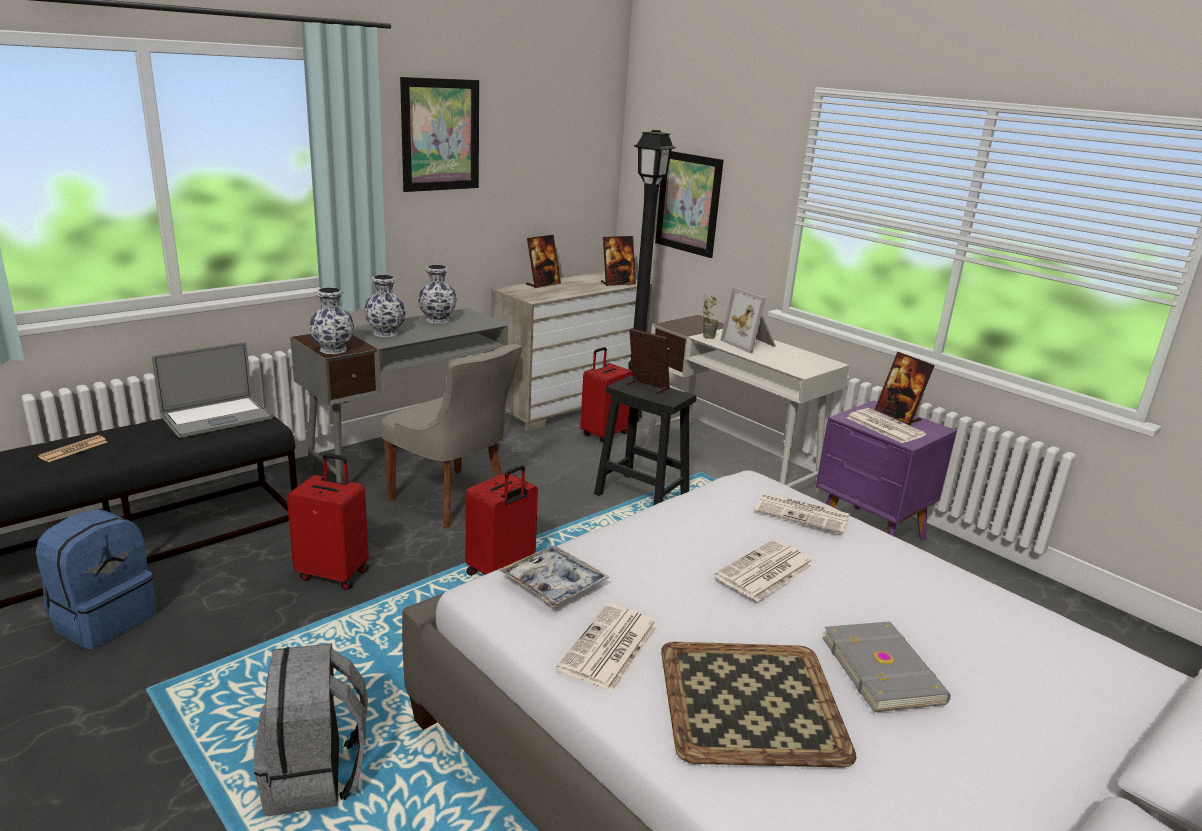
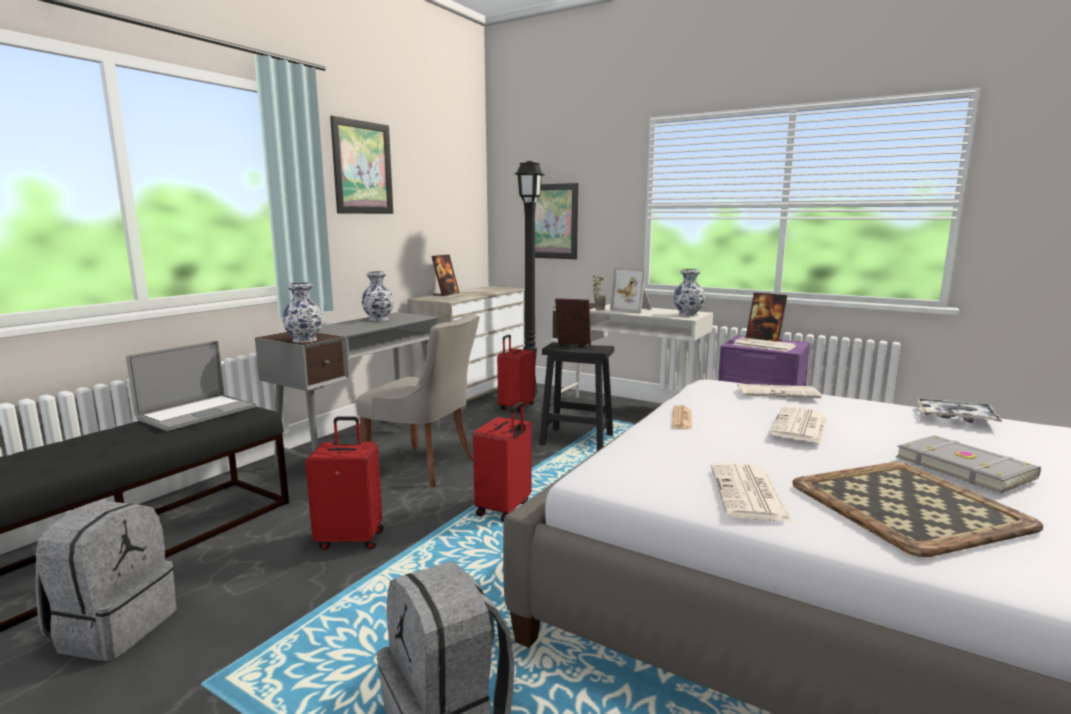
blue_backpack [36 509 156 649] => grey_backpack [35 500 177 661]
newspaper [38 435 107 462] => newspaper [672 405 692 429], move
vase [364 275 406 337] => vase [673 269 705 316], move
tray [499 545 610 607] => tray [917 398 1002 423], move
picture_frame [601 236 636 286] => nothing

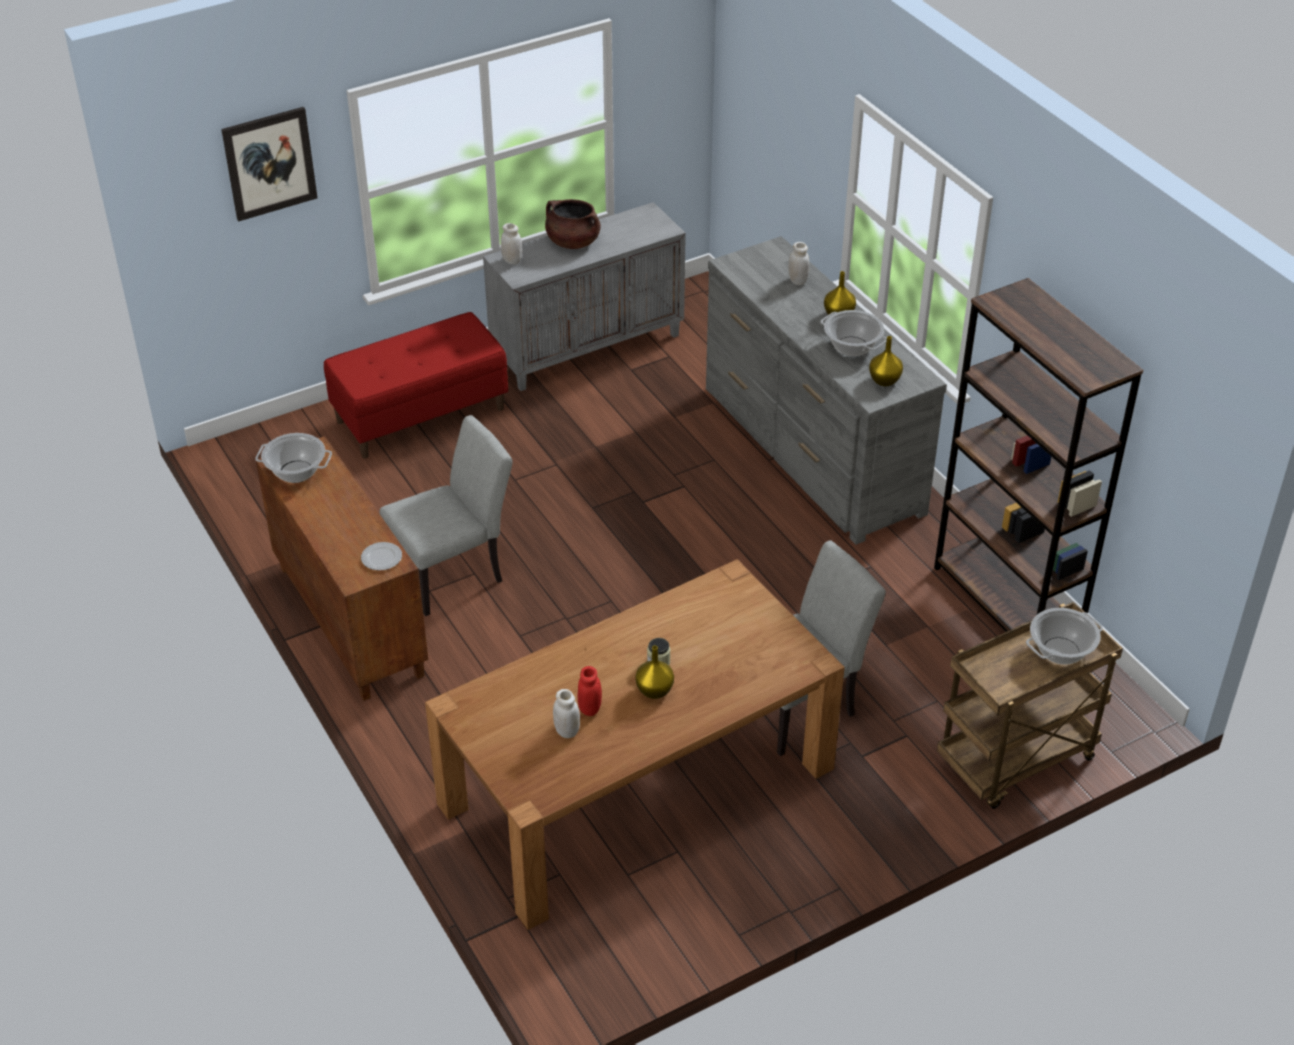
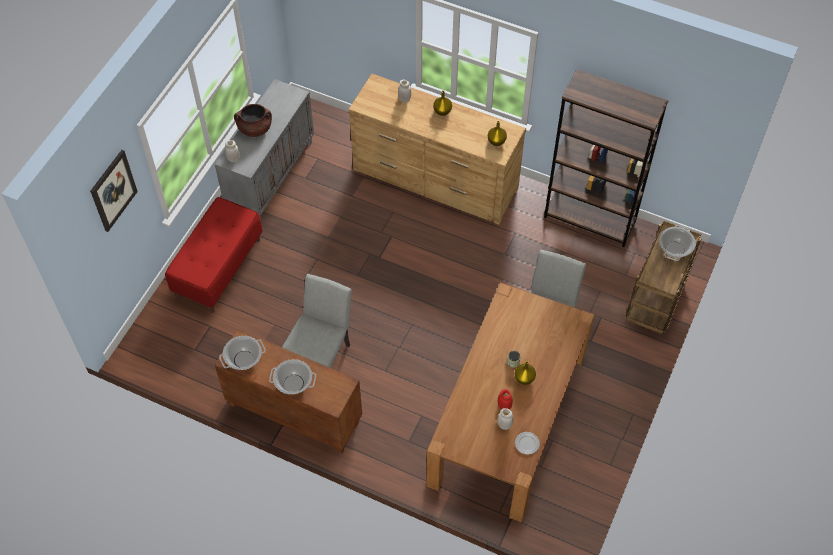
cooking_pot [820 310 887 356] => cooking_pot [269 359 316 394], move
grey_dresser [706 236 947 545] => brown_dresser [348 74 526 225]
plate [361 542 402 570] => plate [515 432 540 455], move

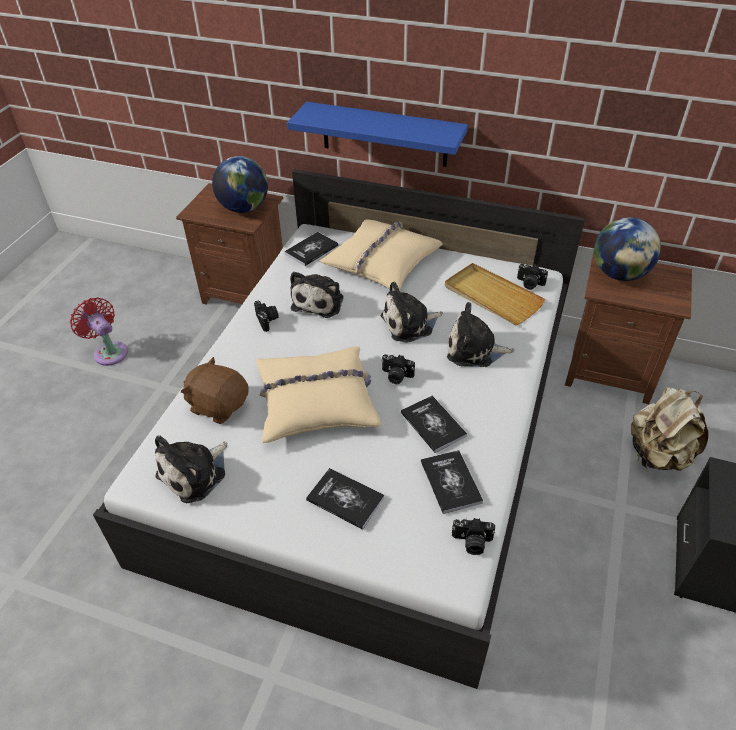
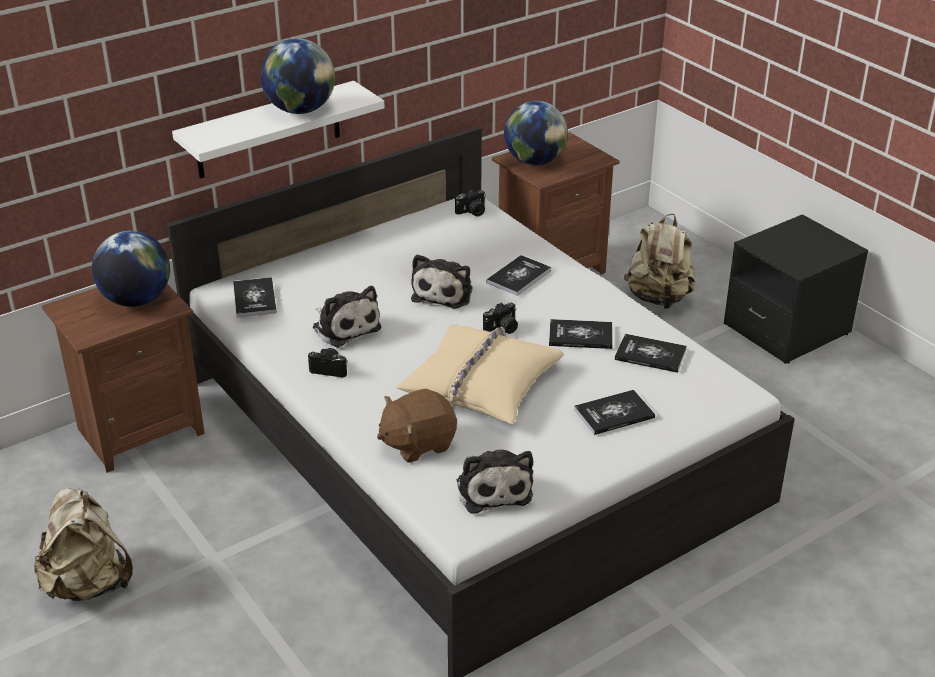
red_fan [70 297 128 366] => beige_backpack [34 488 133 601]
blue_shelf [287 102 468 167] => white_shelf [172 81 385 179]
nothing => globe [260 38 335 114]
plush_toy [447 302 515 367] => book [486 255 551 296]
beige_pillow [319 220 443 291] => nothing
beige_tray [445 263 546 325] => nothing
photo_camera [452 517 495 555] => nothing

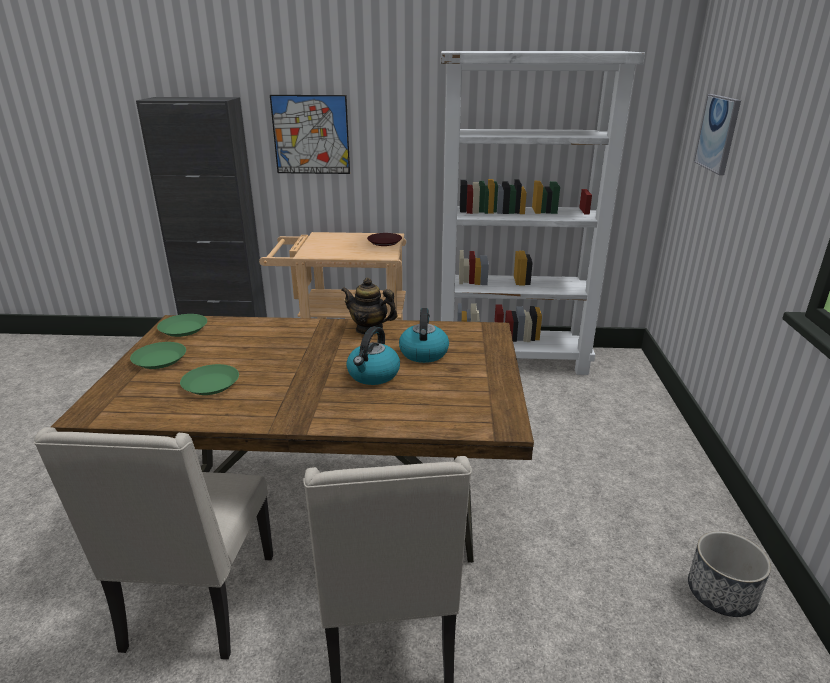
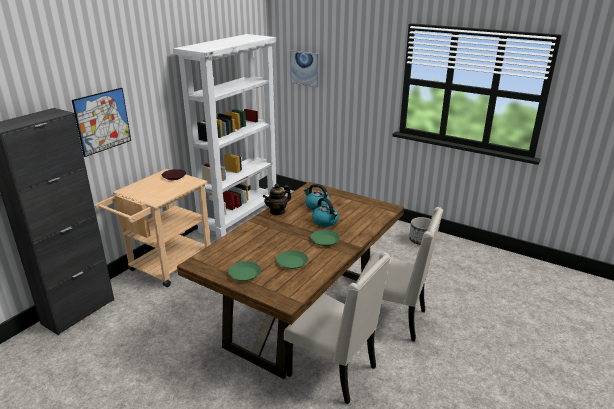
green_plate [157 314 207 337] => green_plate [310 230 340 246], move

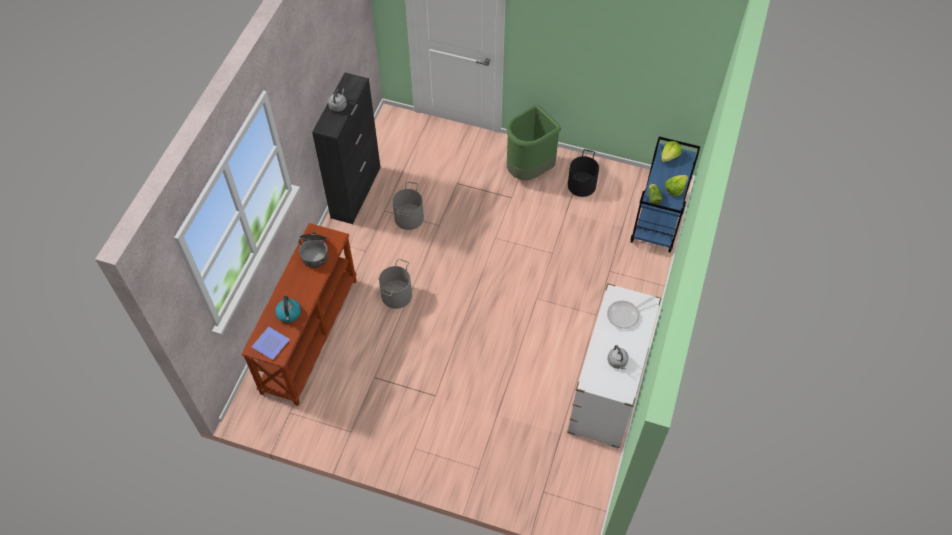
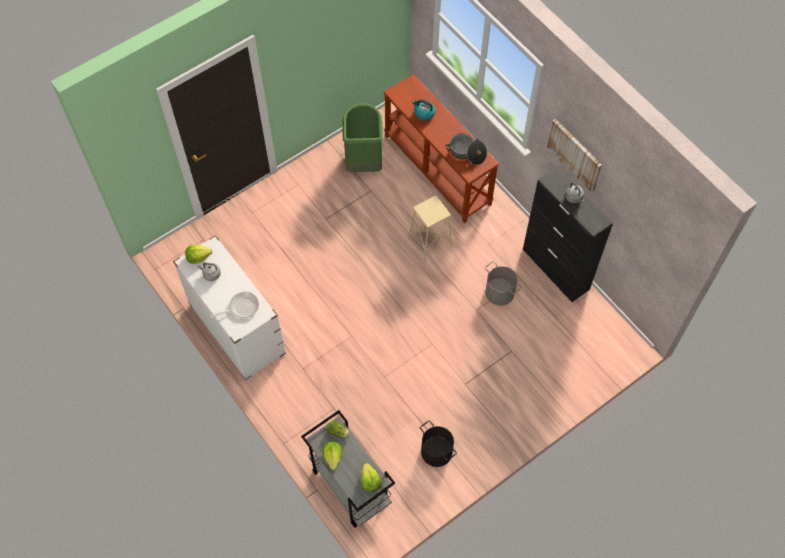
nothing => lettuce [185 245 212 264]
frying_pan [607 296 656 329] => frying_pan [210 292 259 318], 60 degrees clockwise
blue_cart [630 137 700 253] => grey_cart [301 410 395 528]
green_trash_can [506 105 561 180] => green_trash_can [342 103 383 172], move
grey_bucket [379 258 412 309] => beige_stool [408 195 452 262]
nothing => picture [547 119 602 192]
plate [252 327 290 360] => nothing

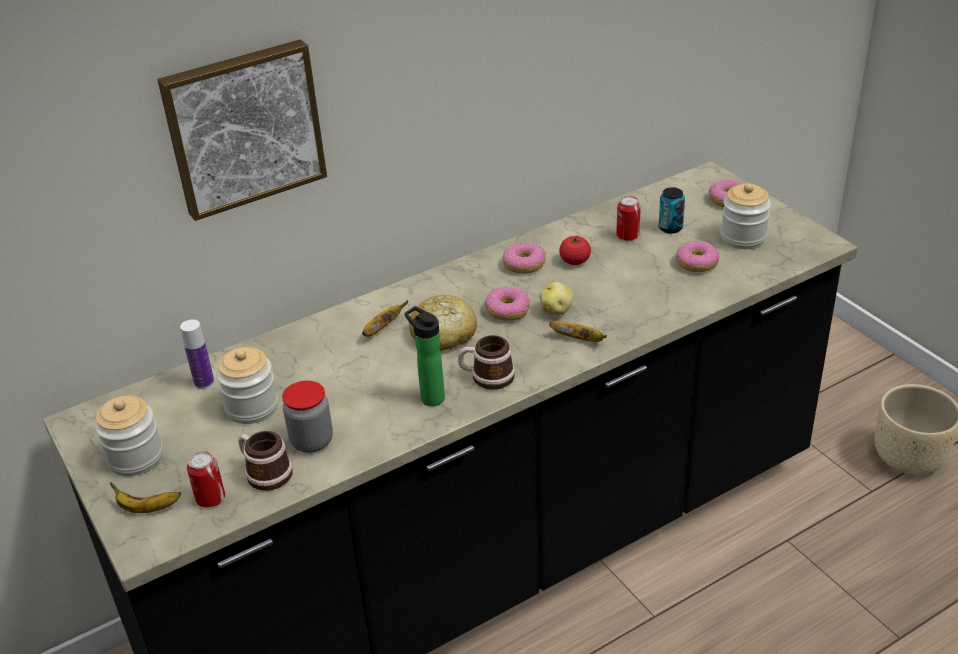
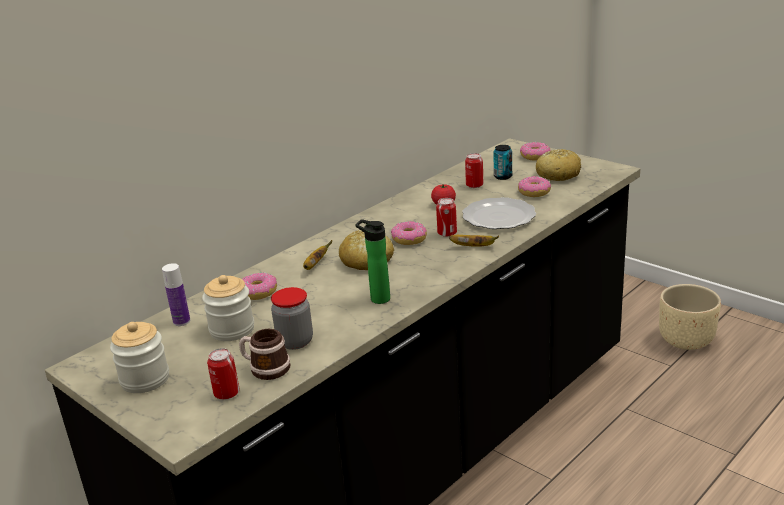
donut [503 242 546 274] => donut [242 272 277 300], move
potato [540 282 574 316] => can [436 198 457 237]
nothing => plate [462 197 536 229]
jar [720 183 771 249] => bread [536 149 581 181]
banana [110 483 181 513] => nothing
picture [157 39 327 221] => nothing
mug [458 335 515 390] => nothing

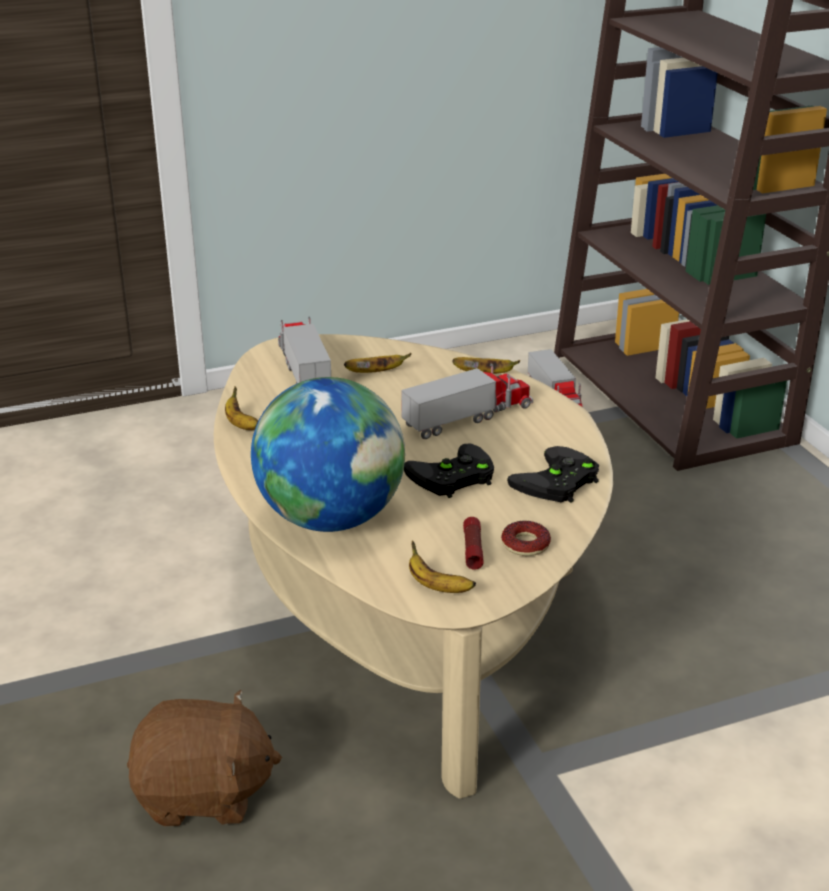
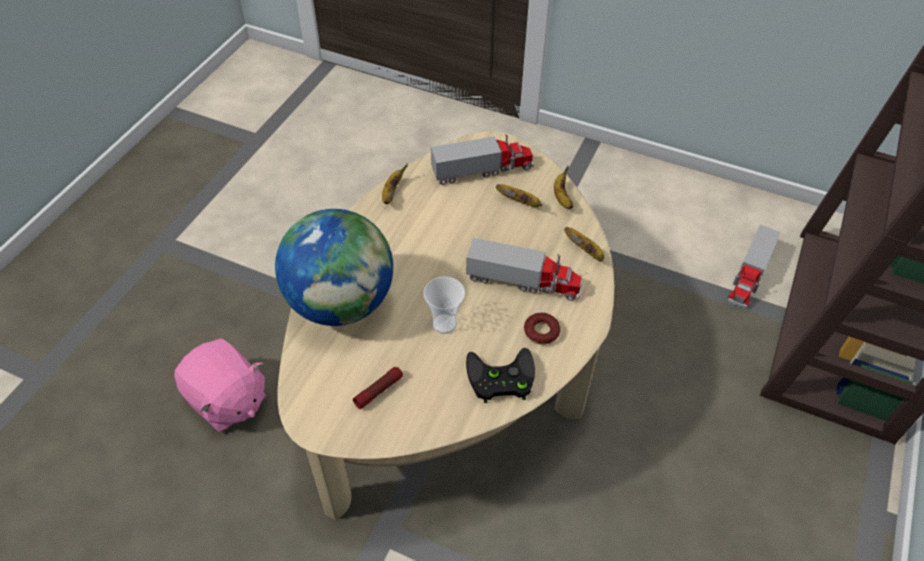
brown_plush_toy [127 690 282 827] => pink_plush_toy [174 339 266 432]
black_game_controller [404 443 494 498] => cup [423 277 465 334]
toy_truck [278 317 331 384] => toy_truck [431 134 534 185], 45 degrees clockwise
donut [501 521 551 556] => donut [524 313 560 345], move
banana [409 541 476 593] => banana [554 166 573 209], move

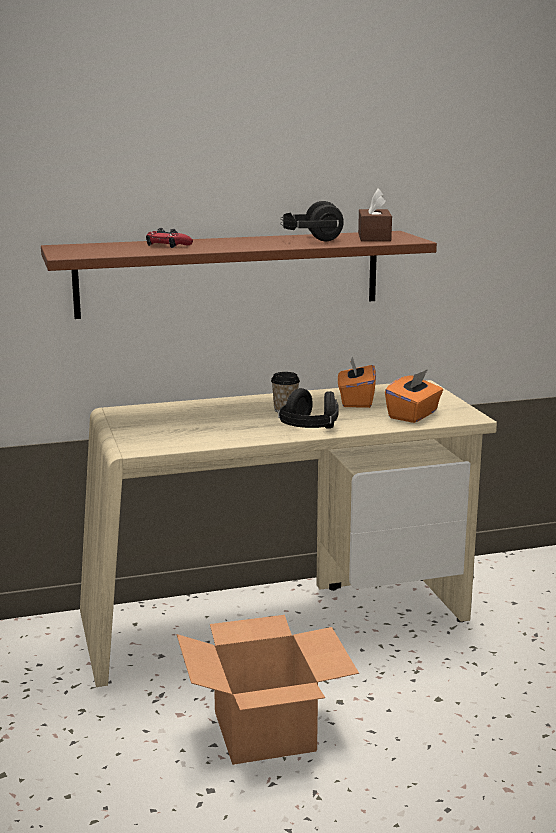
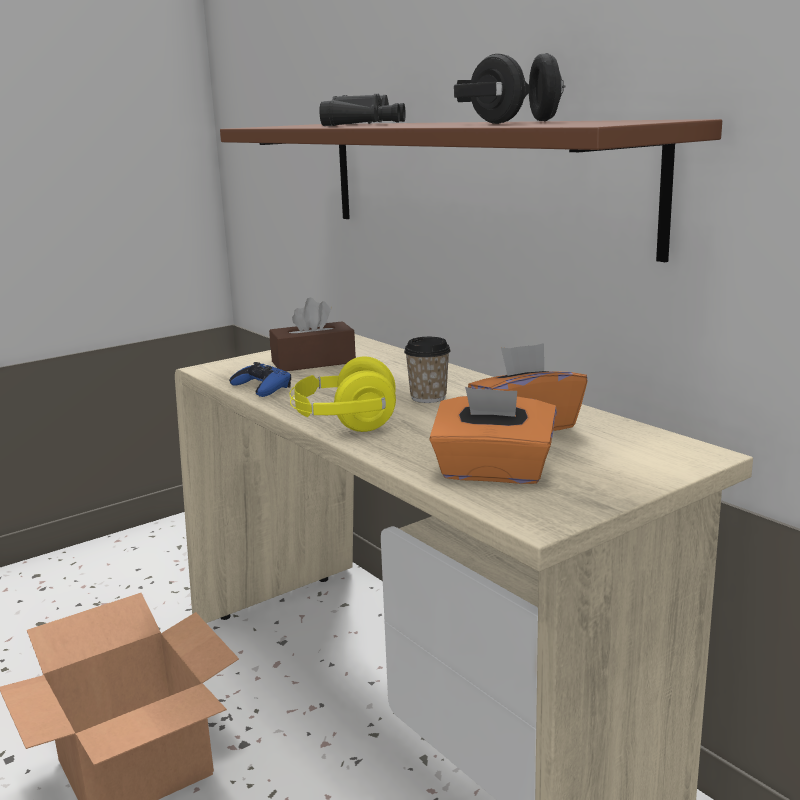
nothing => blue_game_controller [229 362 291 397]
brown_tissue_box [358 188 392 241] => brown_tissue_box [269 298 356 371], move
black_headphones [278 388 339 429] => yellow_headphones [289 356 396 432]
red_game_controller [146 228 193 248] => black_binoculars [319 94 406 126]

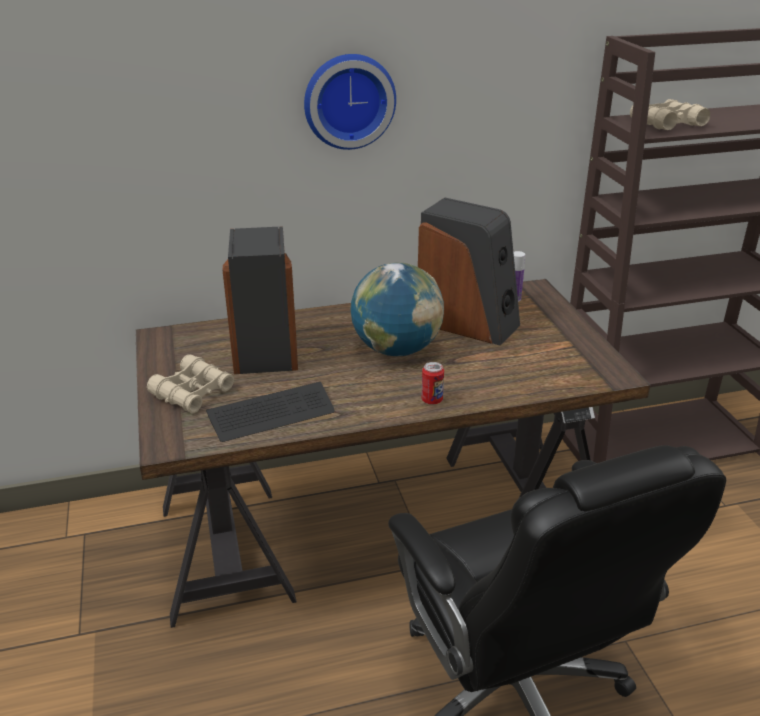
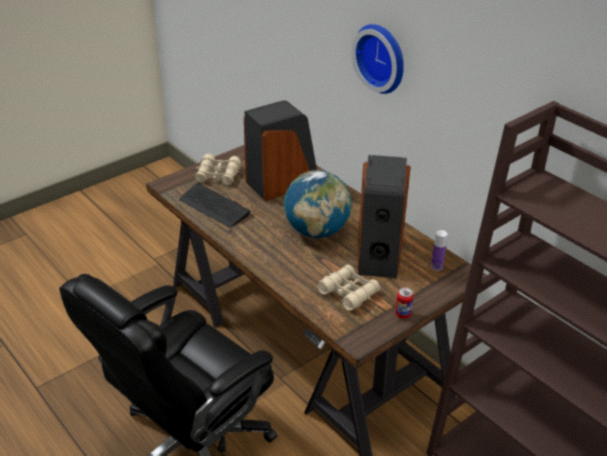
beige_binoculars [630 99 710 130] => beige_binoculars [317 265 380 311], move
can [421 362 444 405] => can [395 288 414 319], move

